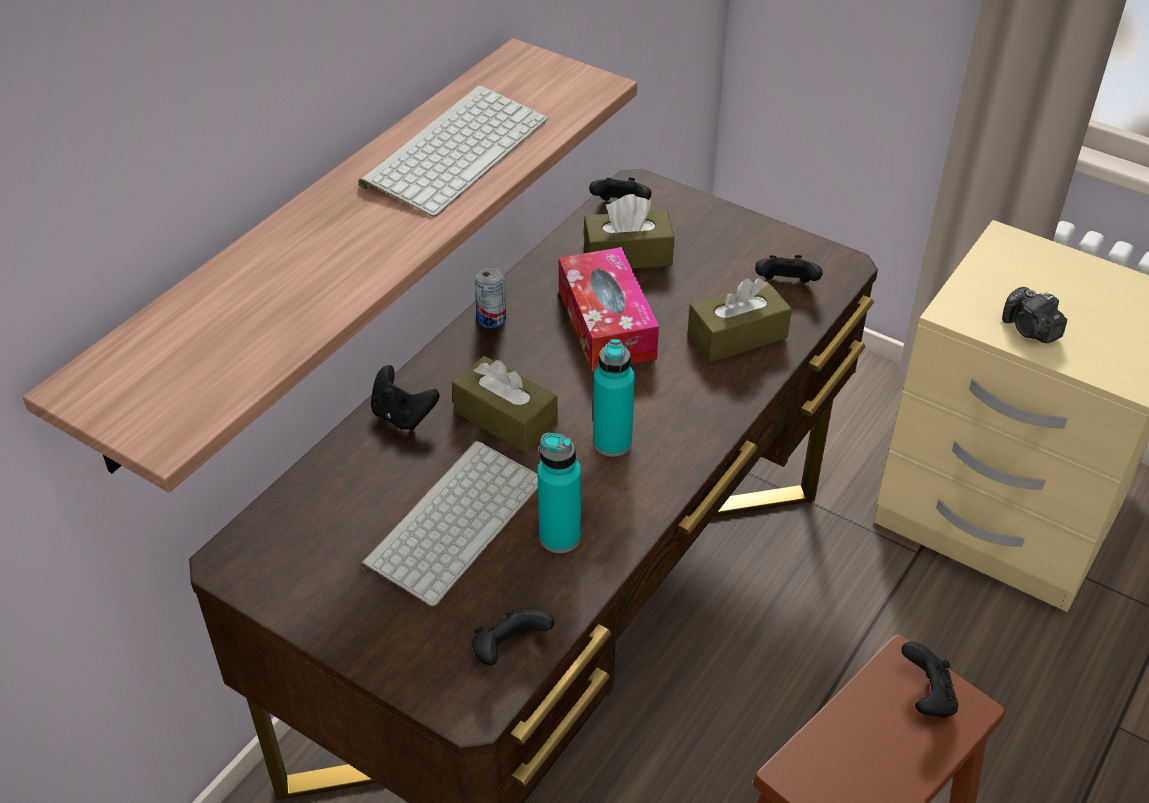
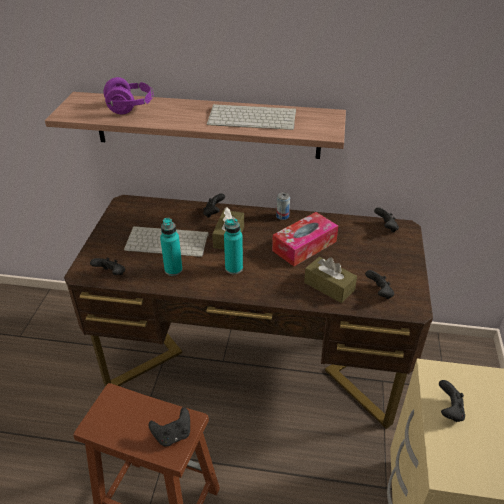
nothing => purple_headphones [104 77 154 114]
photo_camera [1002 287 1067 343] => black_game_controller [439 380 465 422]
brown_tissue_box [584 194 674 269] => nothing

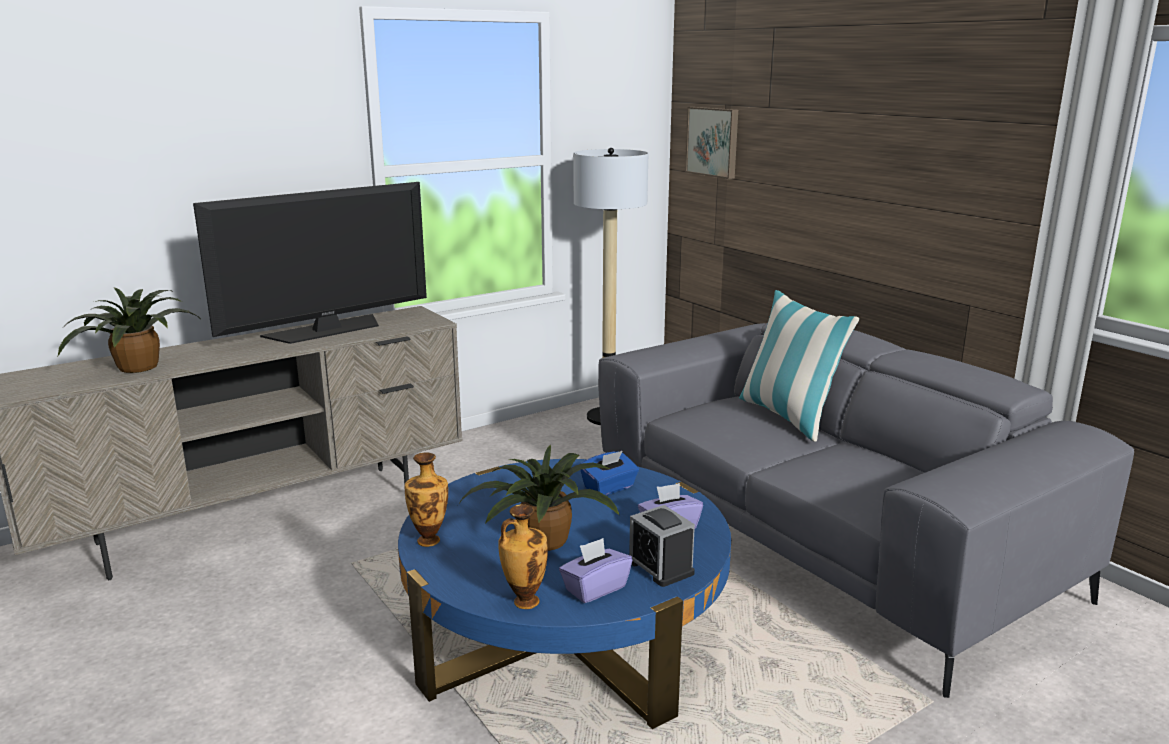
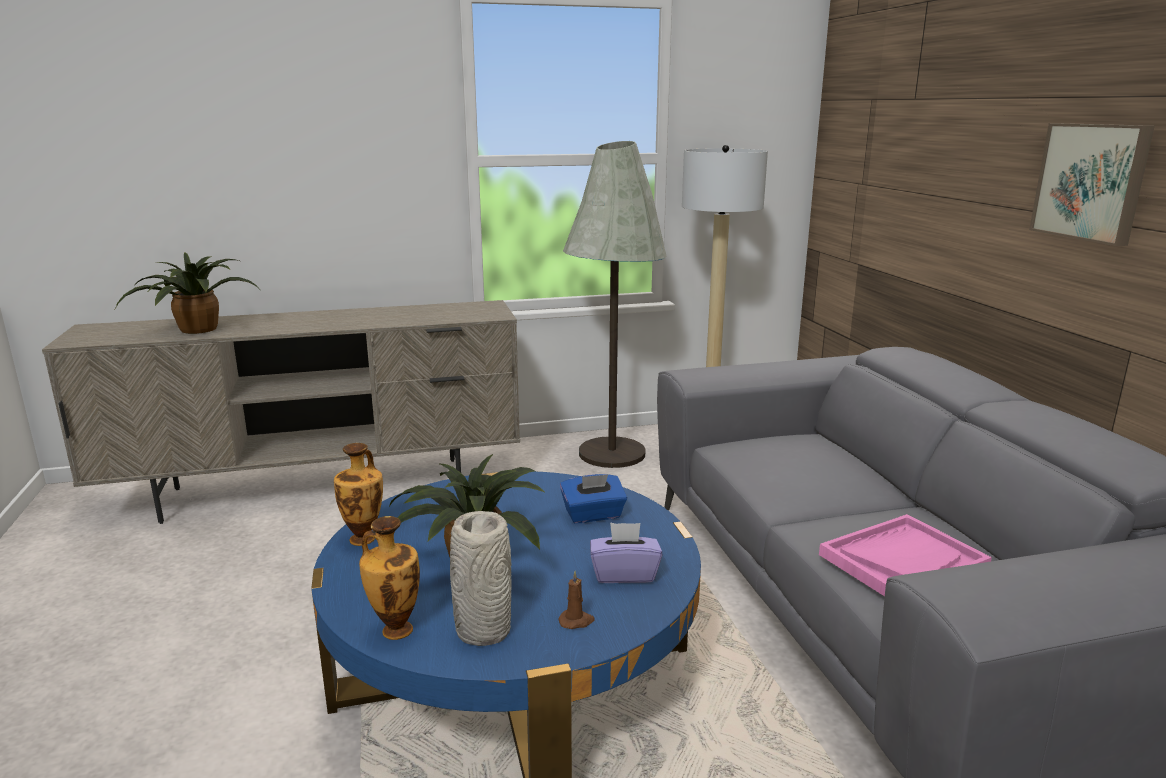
purple_tissue_box [559 538 632 603] => grey_vase [450 511 511 646]
alarm_clock [629 505 695 587] => brown_candle [558 571 595 629]
nothing => grey_floor_lamp [563 141 667 468]
nothing => pink_tray [819 514 992 596]
picture [685 107 738 179] => picture [1029 123 1155 246], move
television [193 182 427 344] => nothing
pillow [739 290 859 442] => nothing

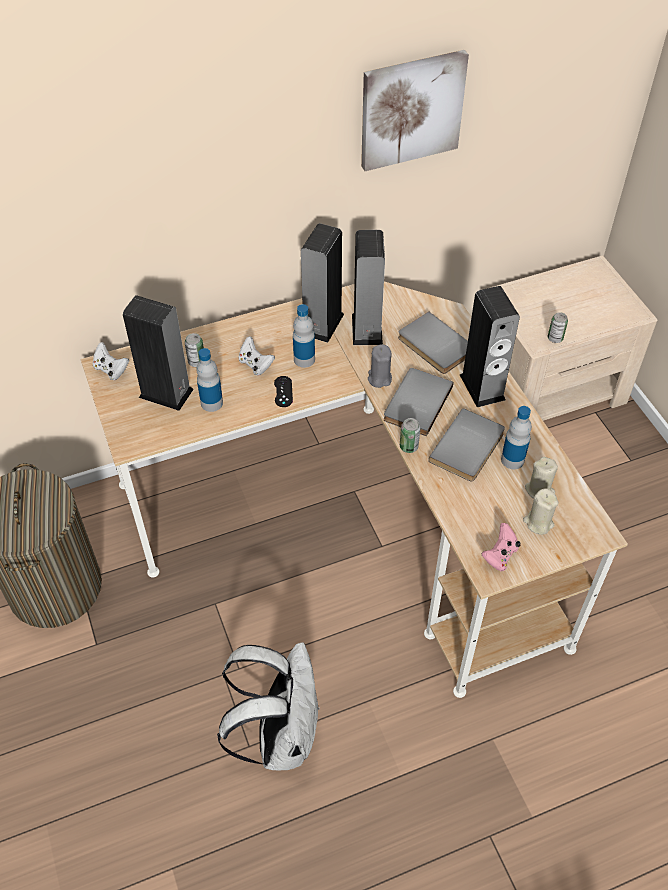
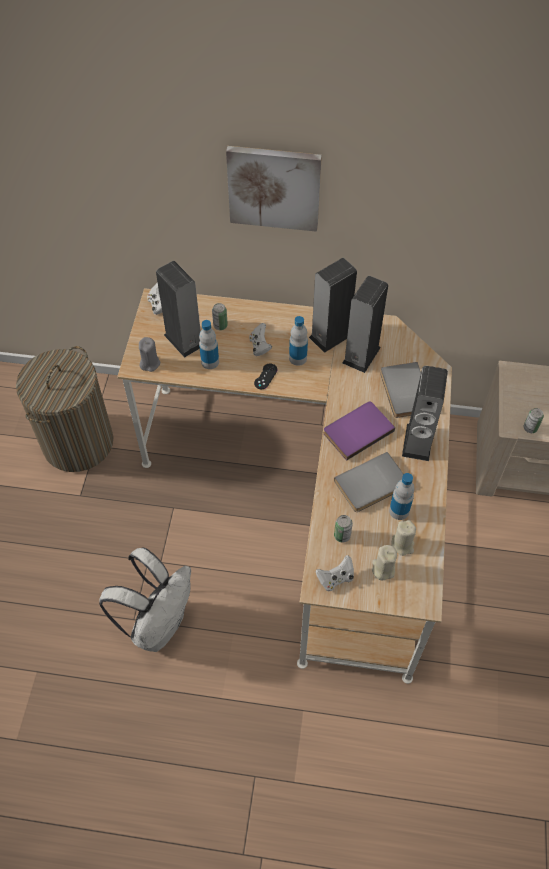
grey_candle [368 344 392 388] => grey_candle [139 337 160 372], move
picture [361 50 469 171] => picture [226 146 322 232], move
pink_game_controller [482 523 521 571] => white_game_controller [316 555 354 591]
grey_book [384 368 453 436] => purple_book [324 401 395 461]
can [400 418 420 453] => can [334 515 353 543], move

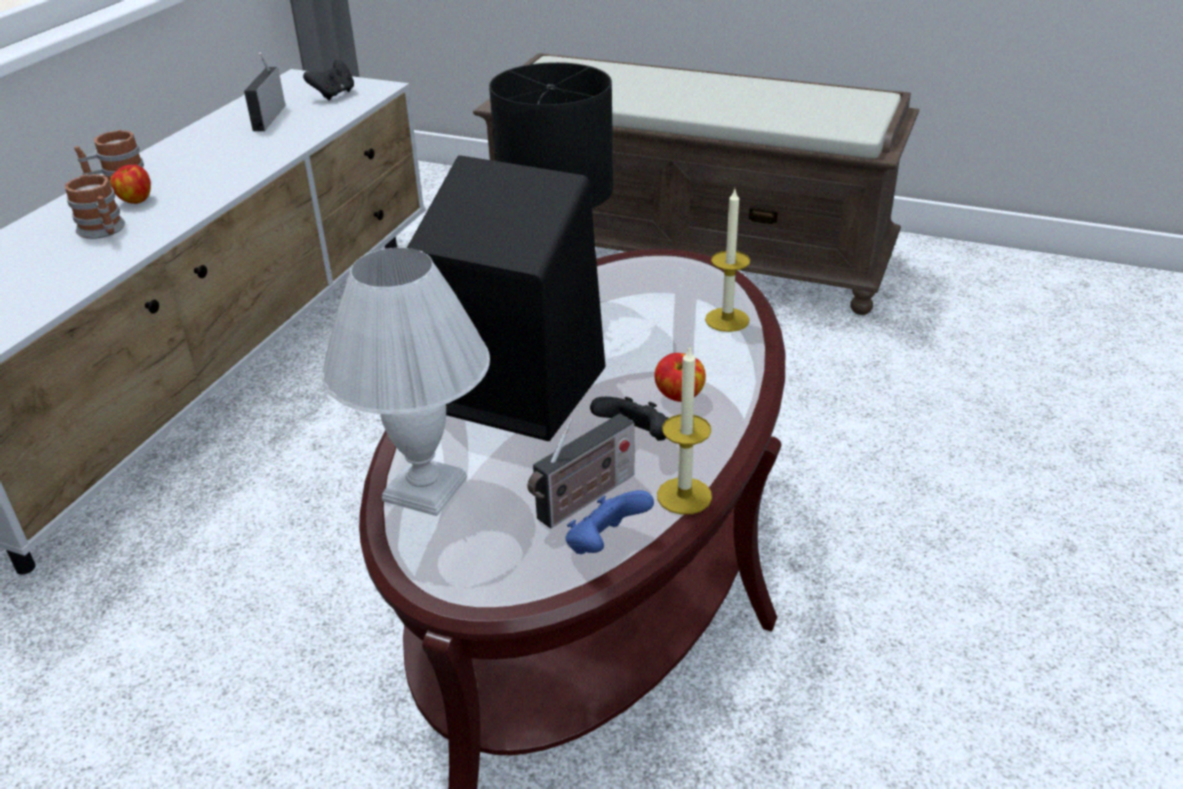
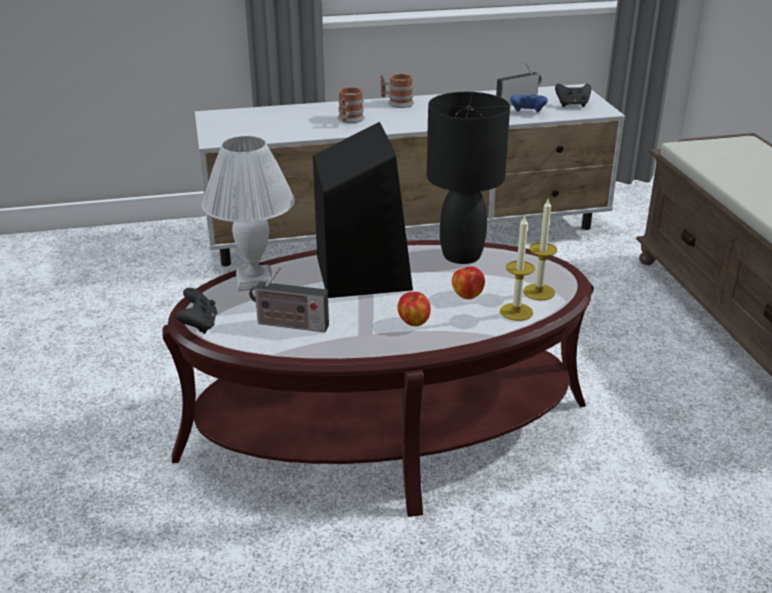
black_game_controller [590 397 669 441] => black_game_controller [176 288 217 334], move
apple [110 165 151 204] => apple [452 266 485 299], move
blue_game_controller [566 490 654 554] => blue_game_controller [510 94 548 112], move
candle [657 345 712 514] => candle [523 199 557 300], move

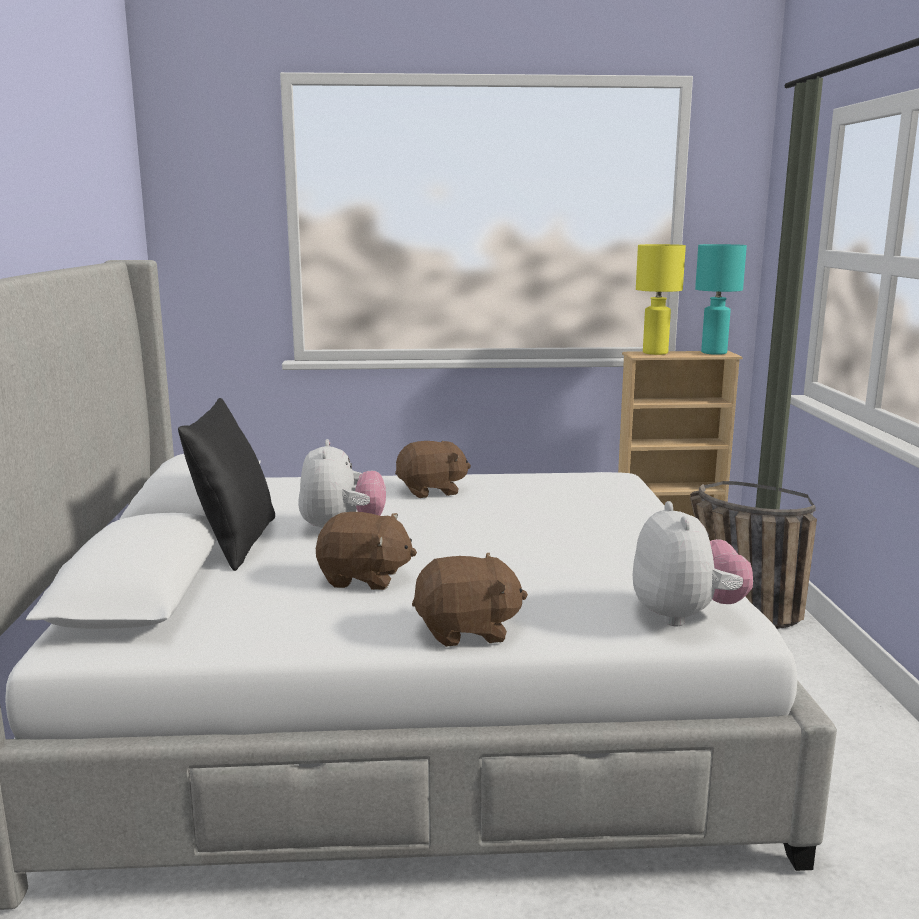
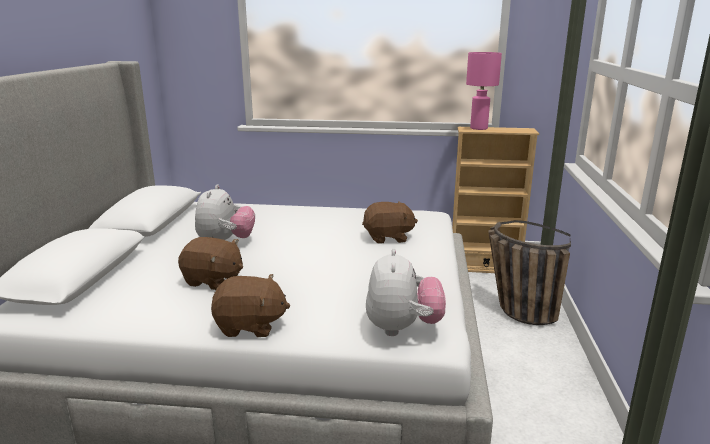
brown_plush_toy [395 441 471 498] => brown_plush_toy [362 201 418 244], move
yellow_table_lamp [636 244 686 355] => pink_table_lamp [466 52 502 130]
black_pillow [178 398 275 571] => nothing
turquoise_table_lamp [695 244 747 355] => nothing

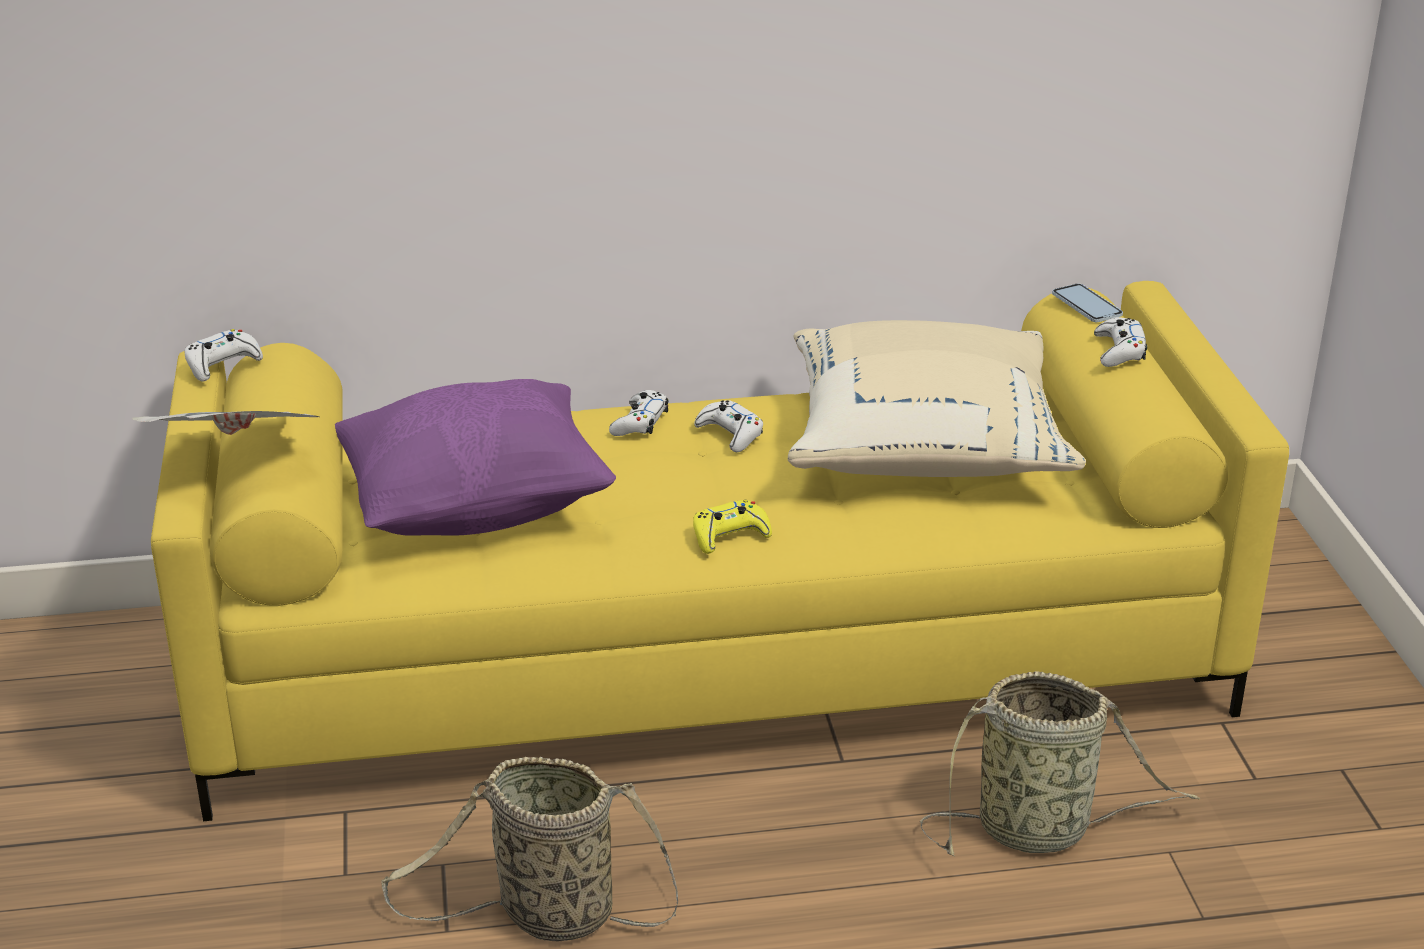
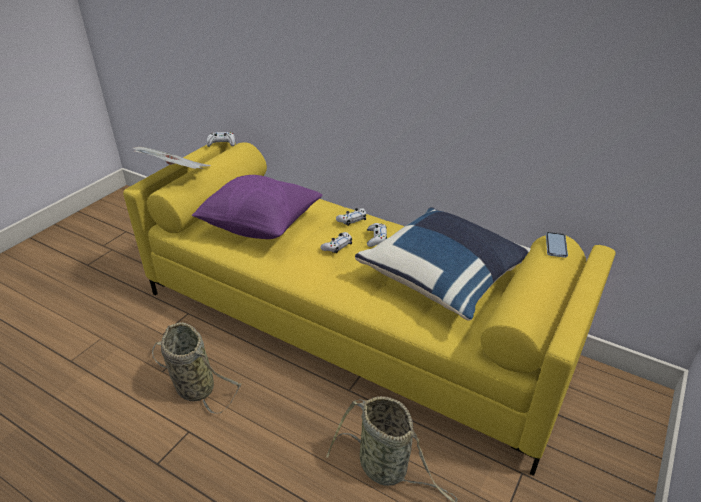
white_game_controller [1094 317 1147 367] => white_game_controller [320 232 352 253], move
beige_pillow [788 320 1086 477] => blue_pillow [355 207 531 321]
yellow_game_controller [693 500 772 554] => nothing

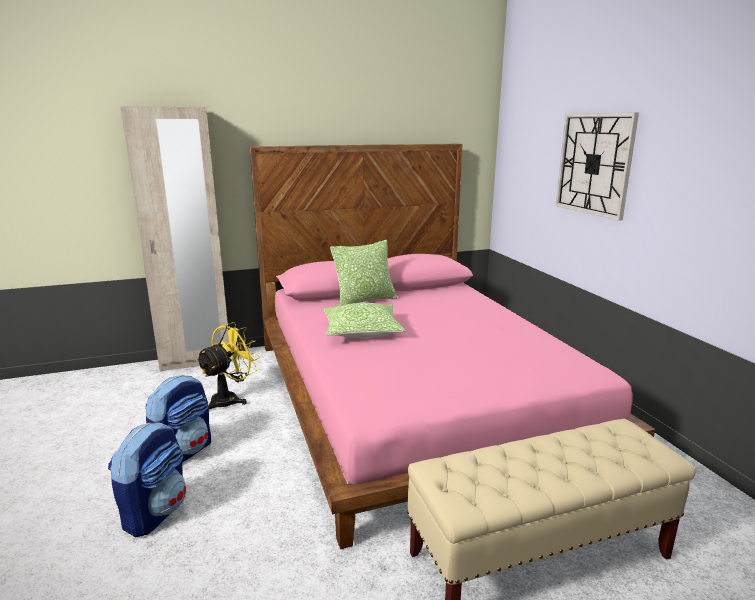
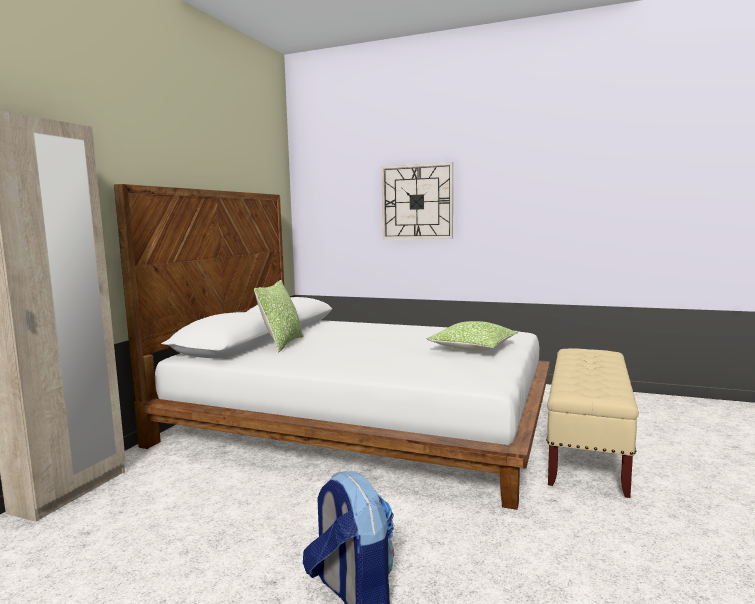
pink_bed [250 144 655 549] => white_bed [114 184 550 510]
pillow [324 303 406 338] => pillow [426 321 518 352], move
backpack [145 375 211 463] => nothing
yellow_fan [196 322 260 409] => nothing

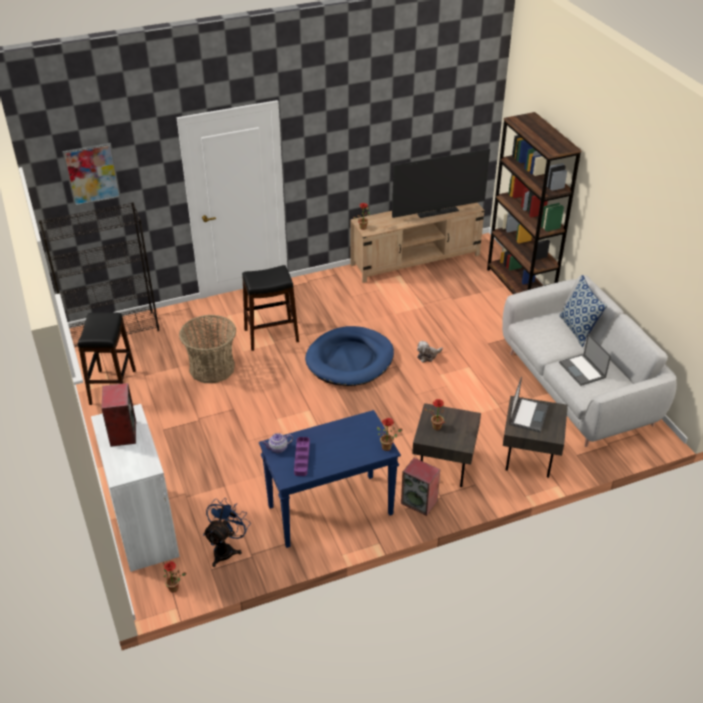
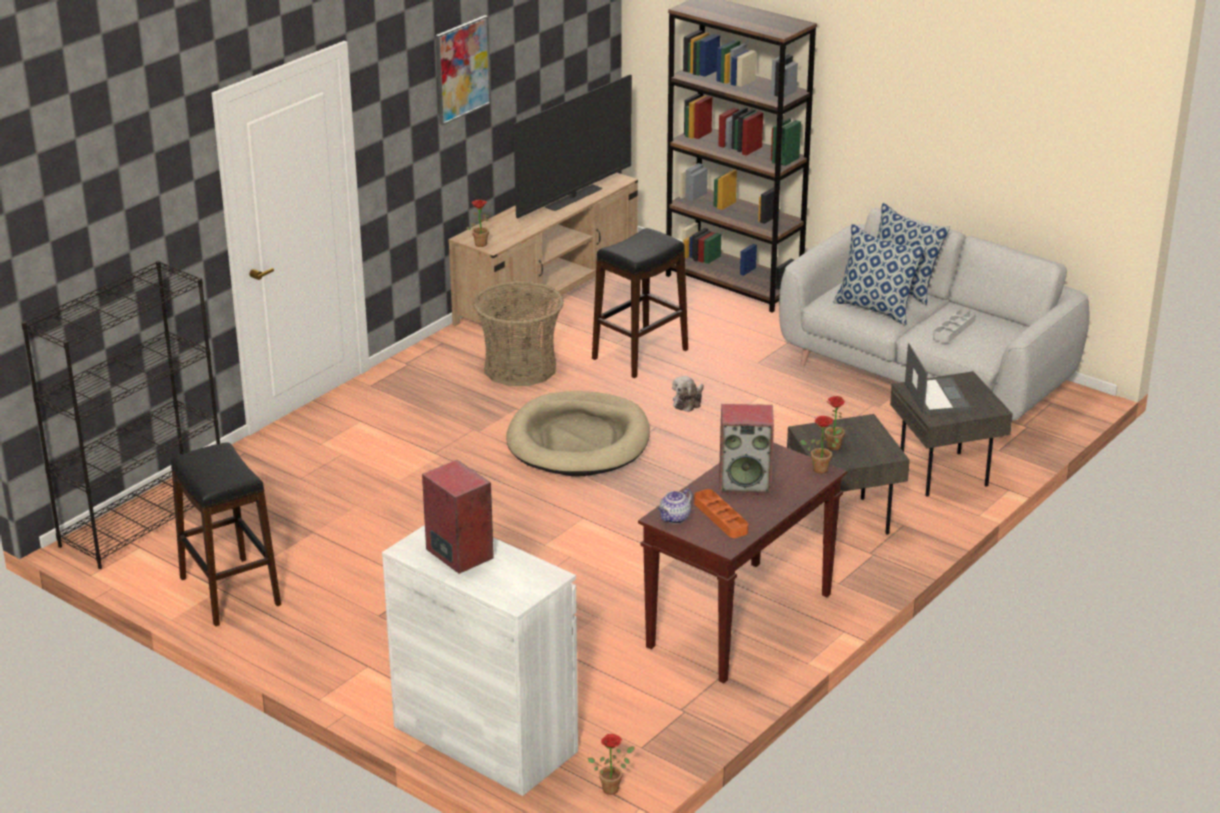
picture [62 143 121 206] => picture [435 15 491 125], move
basket [179 315 236 383] => basket [473 281 564 386], move
blue_dog_bed [305 326 394 386] => beige_dog_bed [506 391 650 476]
black_stool [242 265 299 351] => black_stool [592 228 688 378], move
blue_console_table [259 410 401 548] => brown_console_table [638 443 847 683]
purple_tray [294 437 310 476] => orange_tray [694 489 748 538]
speaker [401 458 440 516] => speaker [719 404 774 495], move
nothing => pillow [833 224 926 326]
laptop [559 334 611 386] => grey_tray [933 309 976 343]
blue_fan [203 498 251 567] => nothing

